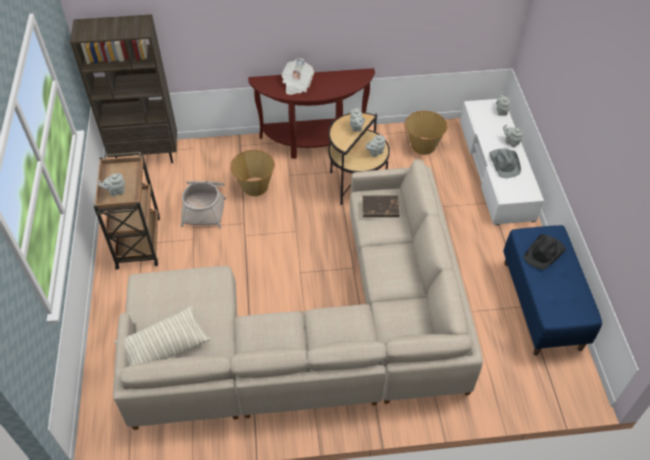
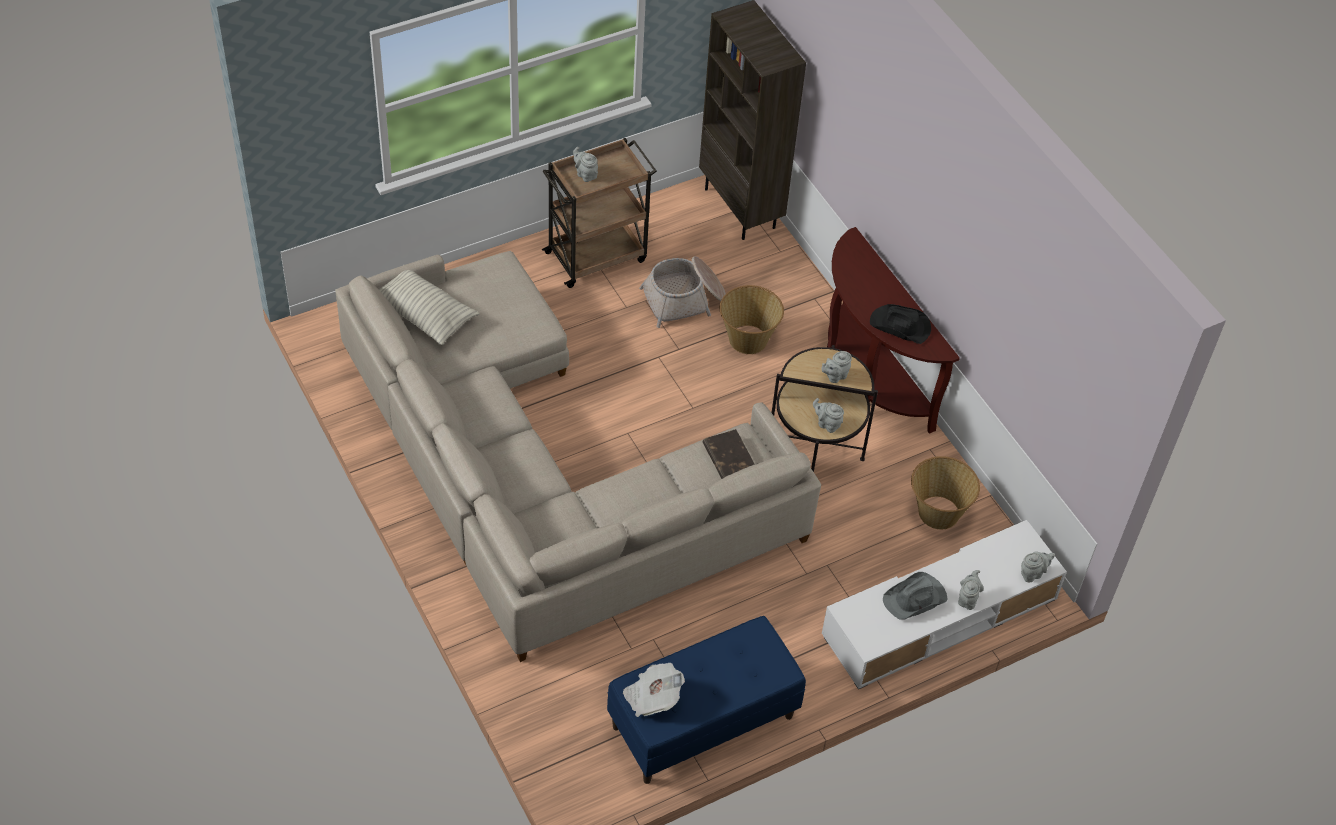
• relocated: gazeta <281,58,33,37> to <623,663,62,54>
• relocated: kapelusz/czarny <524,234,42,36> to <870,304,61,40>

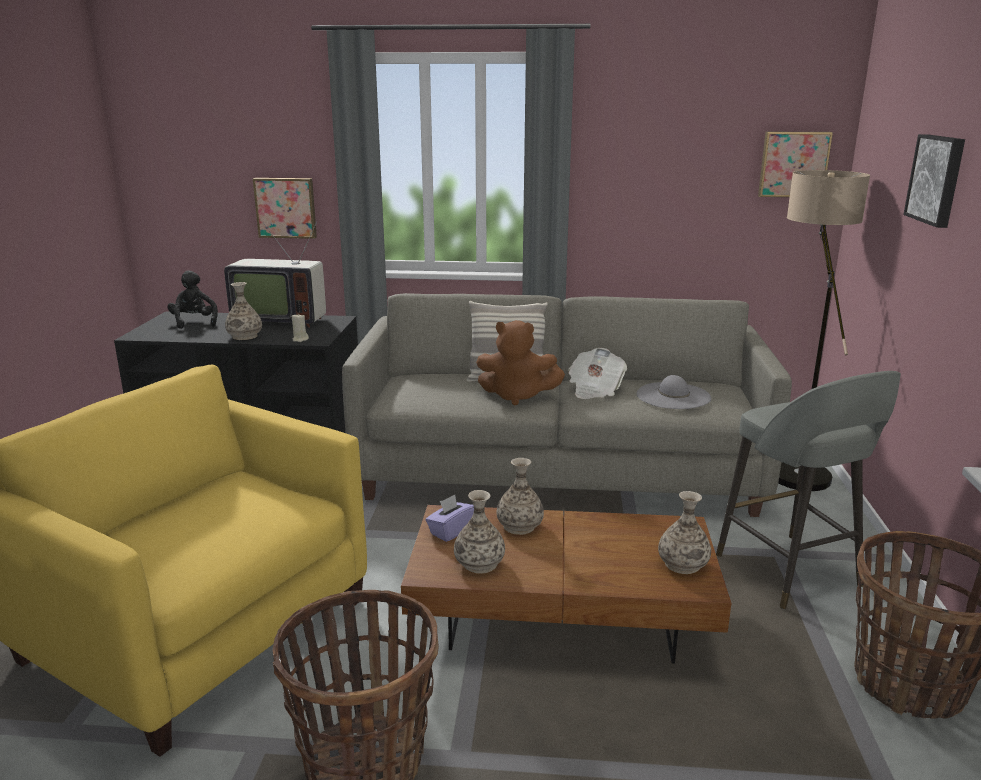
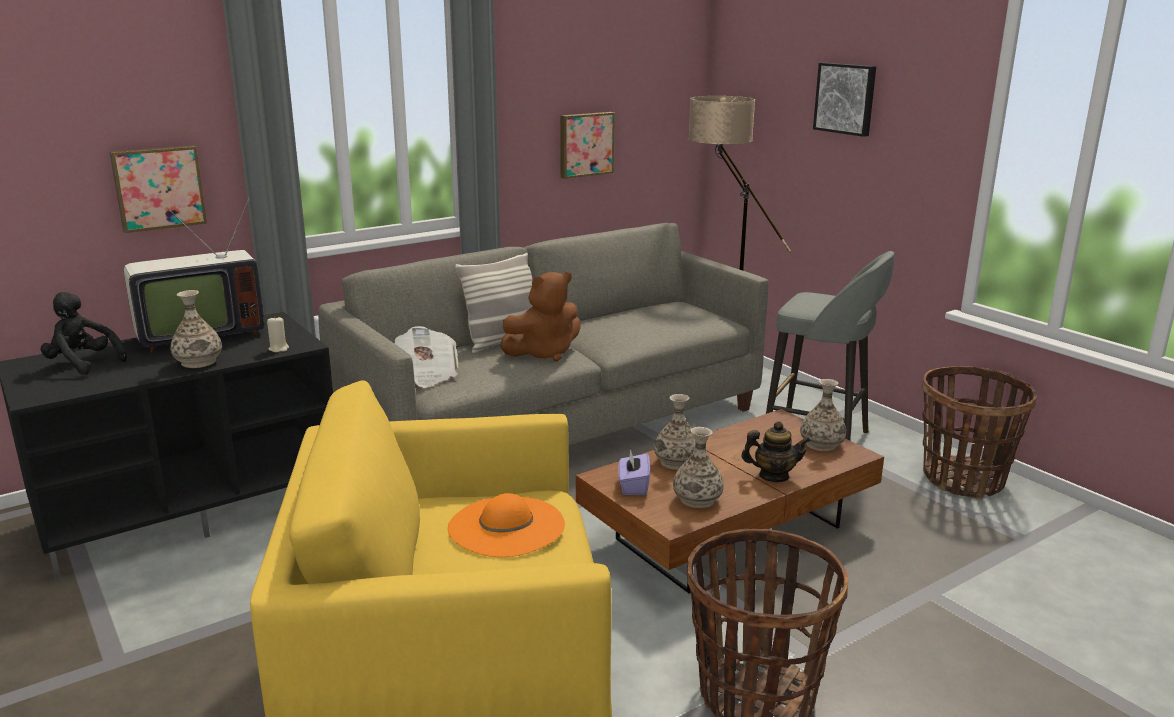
• missing: kapelusz/szary <637,375,74,34>
• appeared: kapelusz/pomarańczowy <448,493,117,64>
• appeared: imbryk <741,421,70,61>
• relocated: gazeta <568,348,59,51> to <395,326,63,62>
• relocated: obraz <758,132,75,65> to <560,112,55,67>

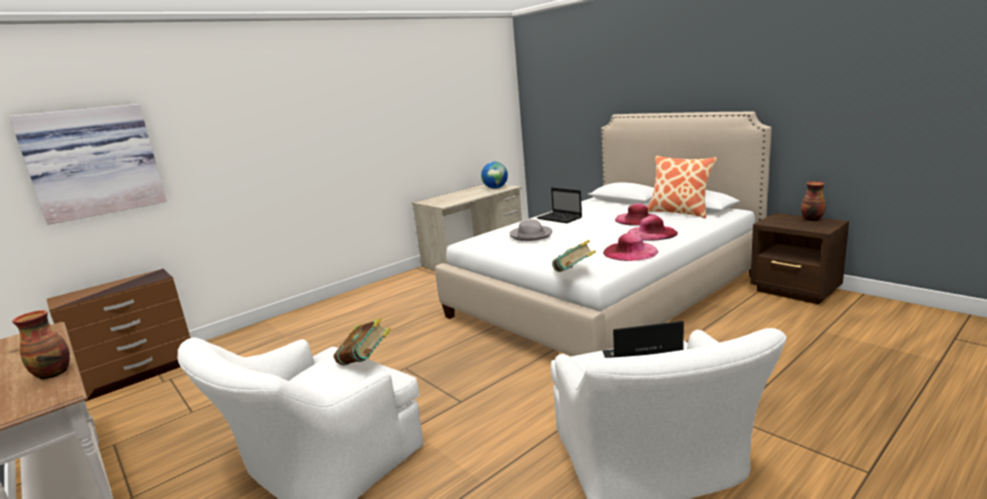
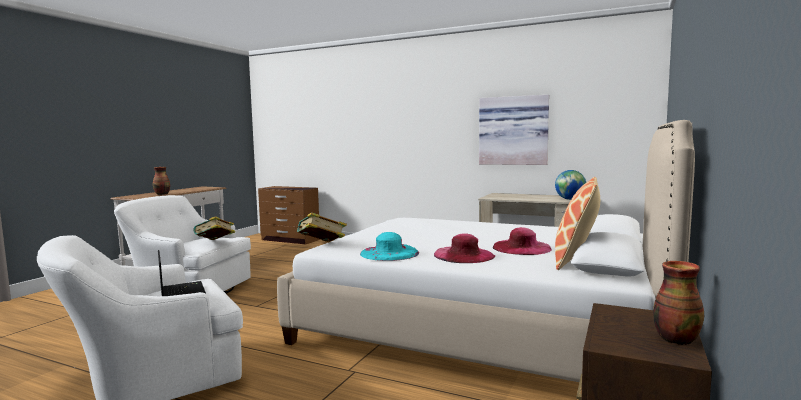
• missing: kapelusz/szary <509,219,43,22>
• missing: laptop <537,188,45,35>
• relocated: obraz <9,104,158,121> to <479,95,70,70>
• colour: kapelusz/różowy <603,233,55,28> to kapelusz/turkusowy <360,232,60,29>

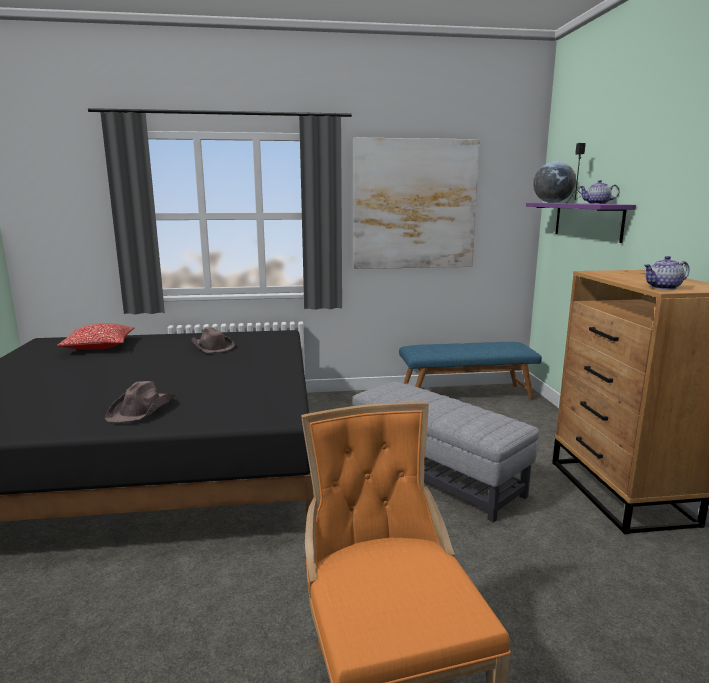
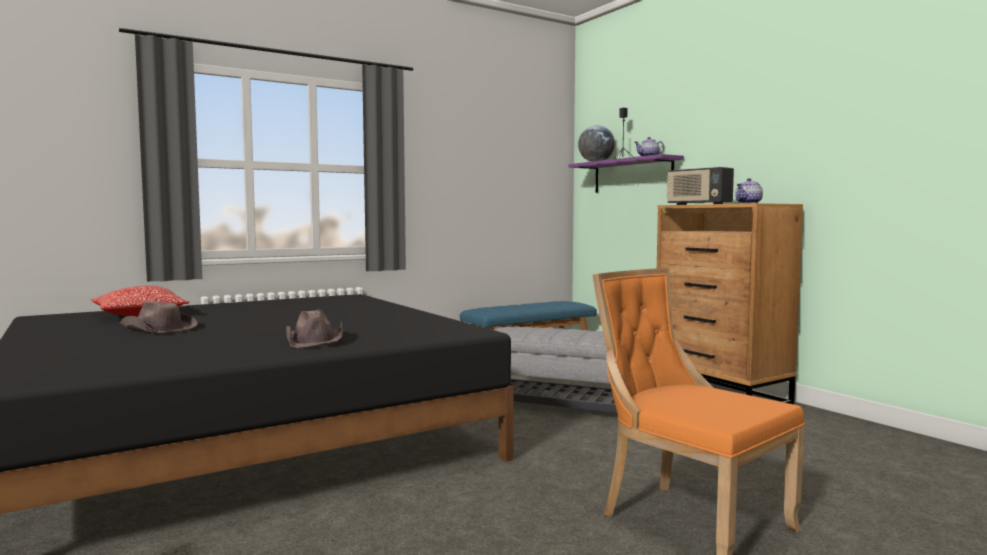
• missing: obraz <353,137,127,132>
• appeared: radio <666,167,68,38>
• relocated: kapelusz/brązowy <191,327,44,26> to <120,301,78,32>

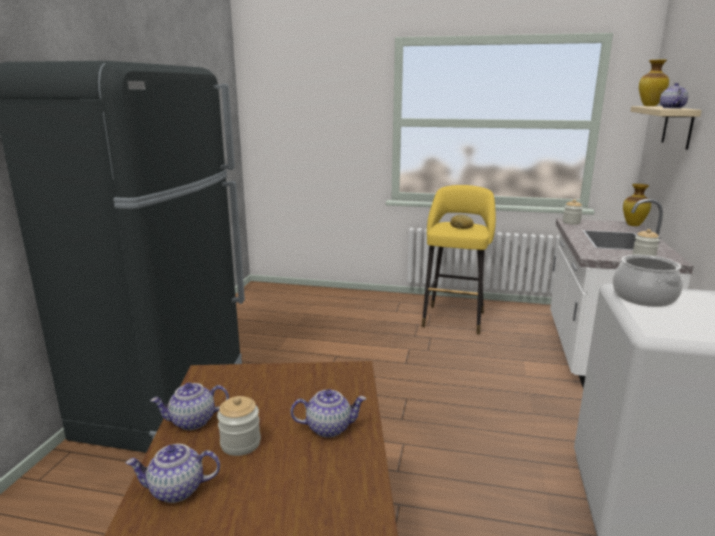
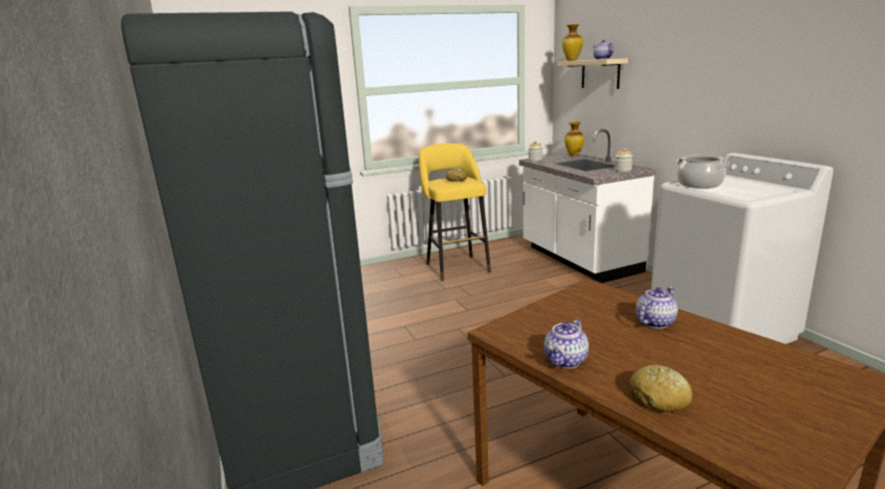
• missing: słoik <217,396,44,60>
• exchanged: imbryk <126,444,94,59> to chleb <629,365,63,47>

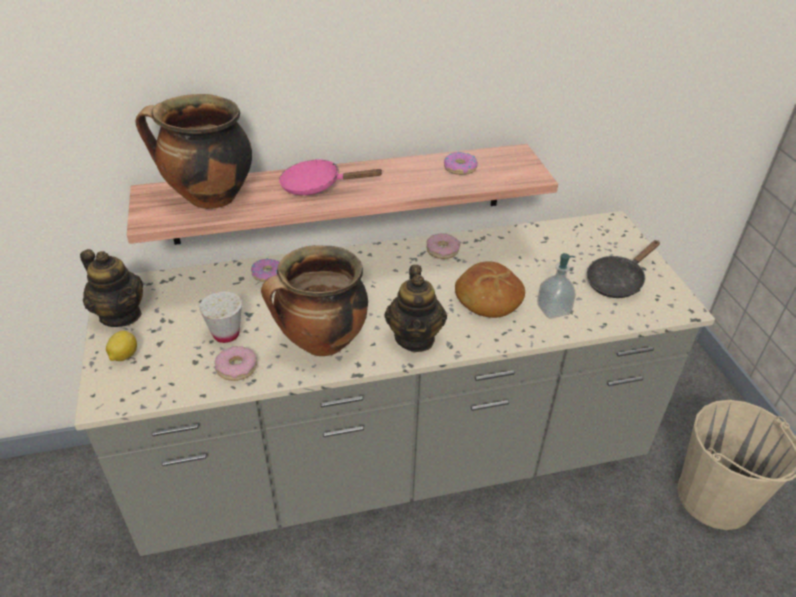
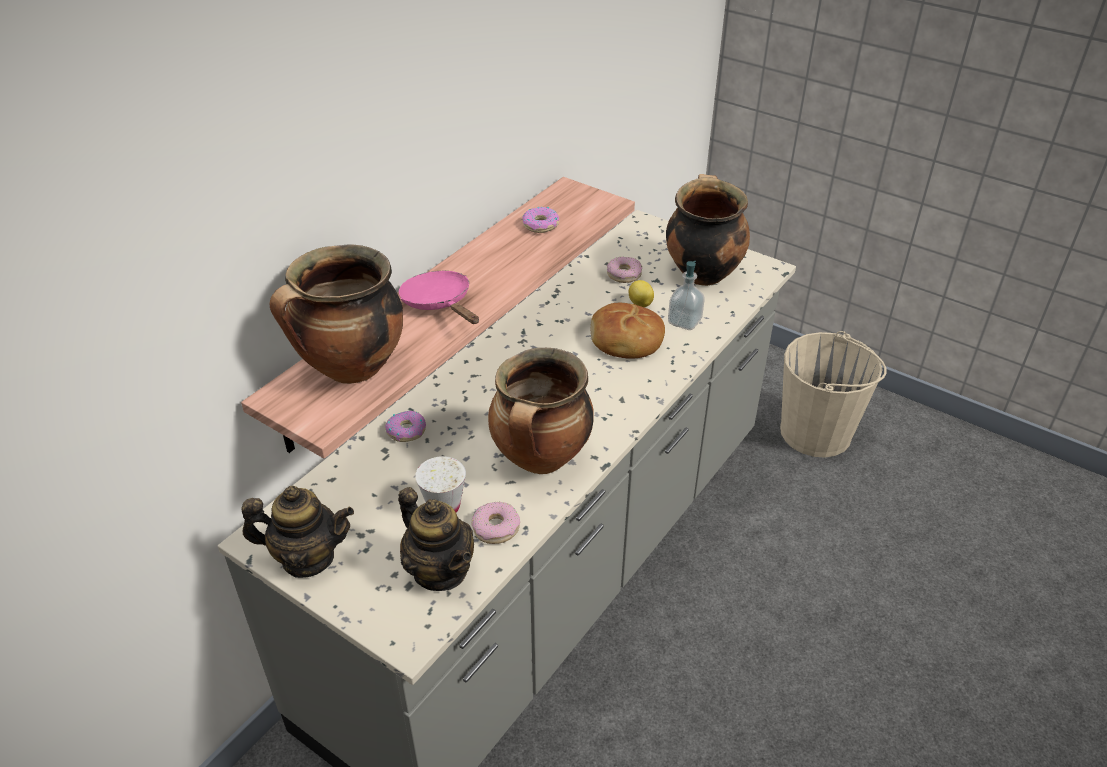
• relocated: cytryna <106,331,31,30> to <629,280,25,27>
• relocated: imbryk <384,265,63,87> to <398,487,76,104>
• relocated: donut <427,233,33,26> to <607,257,35,26>
• exchanged: patelnia/czarny <587,240,73,58> to garnek <666,174,84,112>
• spun: patelnia/różowy <279,159,105,36> = <399,271,80,53> 90 degrees clockwise

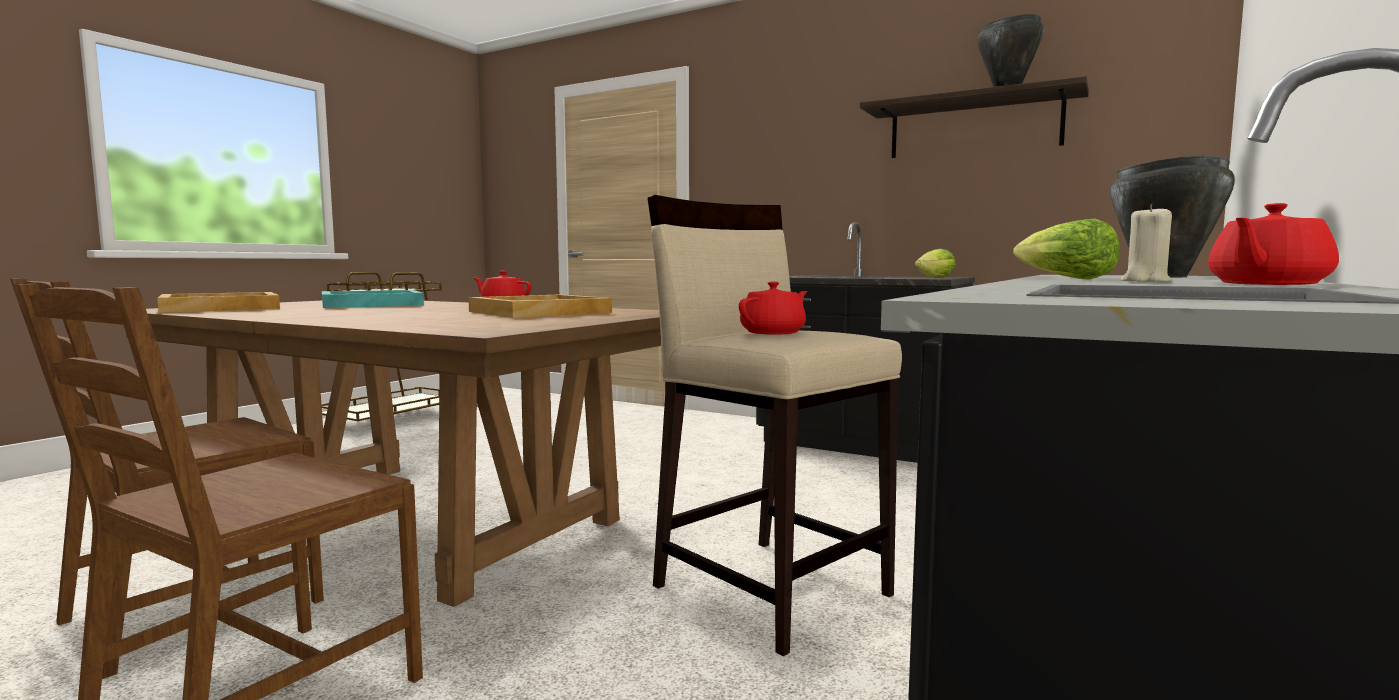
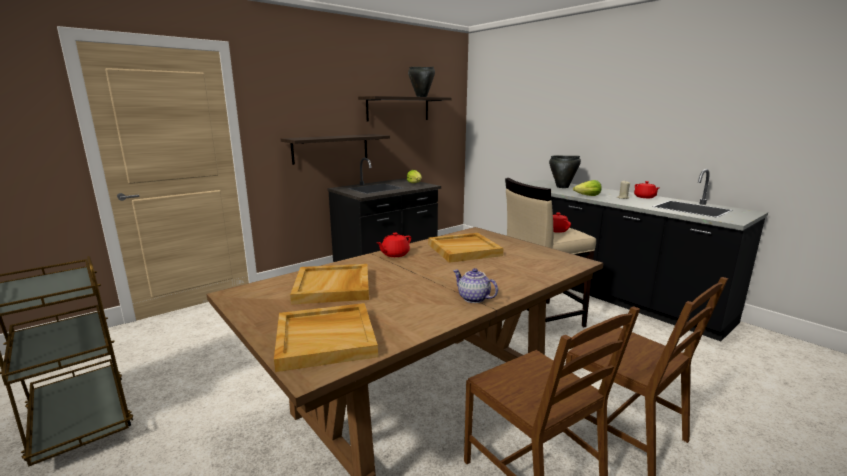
• appeared: półka <281,134,109,31>
• appeared: imbryk <453,268,45,35>
• colour: taca/turkusowy <322,290,102,18> to taca/beżowy <290,264,79,41>

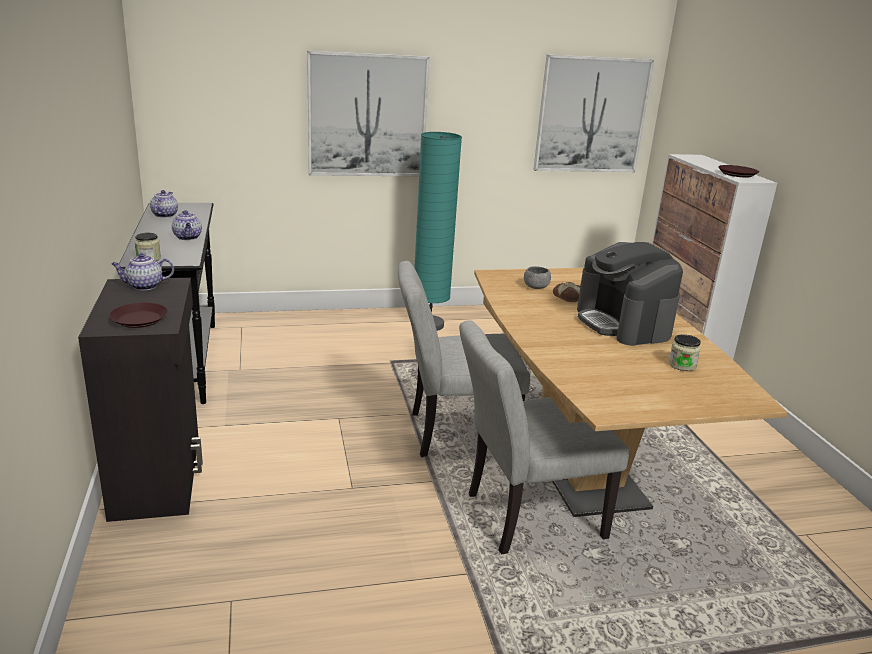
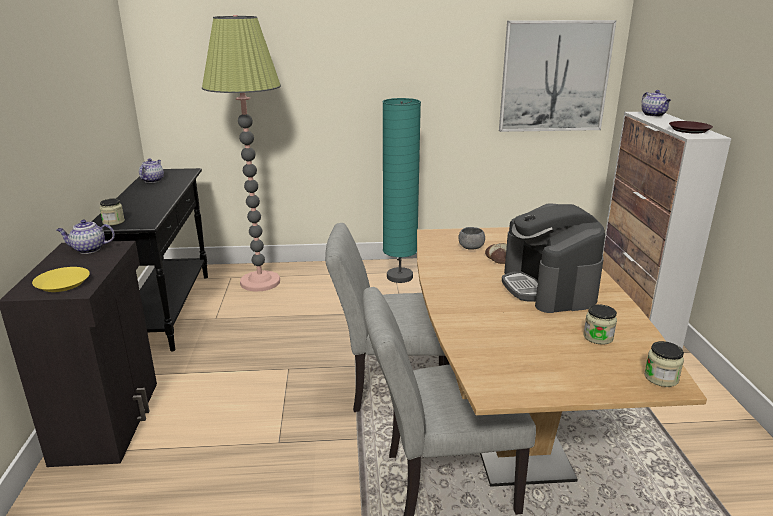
• missing: obraz <307,51,123,126>
• appeared: lampa stojąca <202,15,79,277>
• appeared: słoik <644,341,40,46>
• relocated: imbryk <172,210,30,30> to <642,90,29,27>
• colour: talerz/brązowy <109,303,59,25> to talerz/żółty <32,267,58,25>

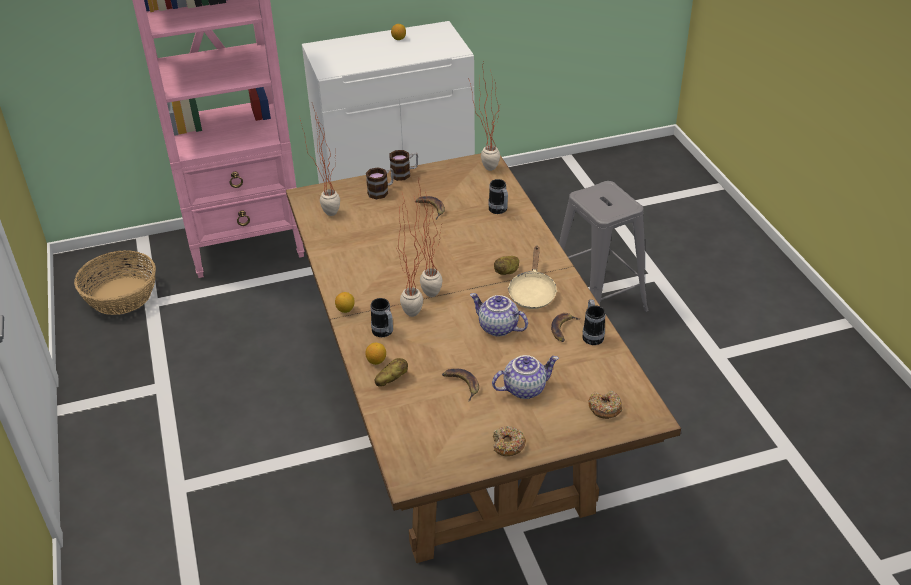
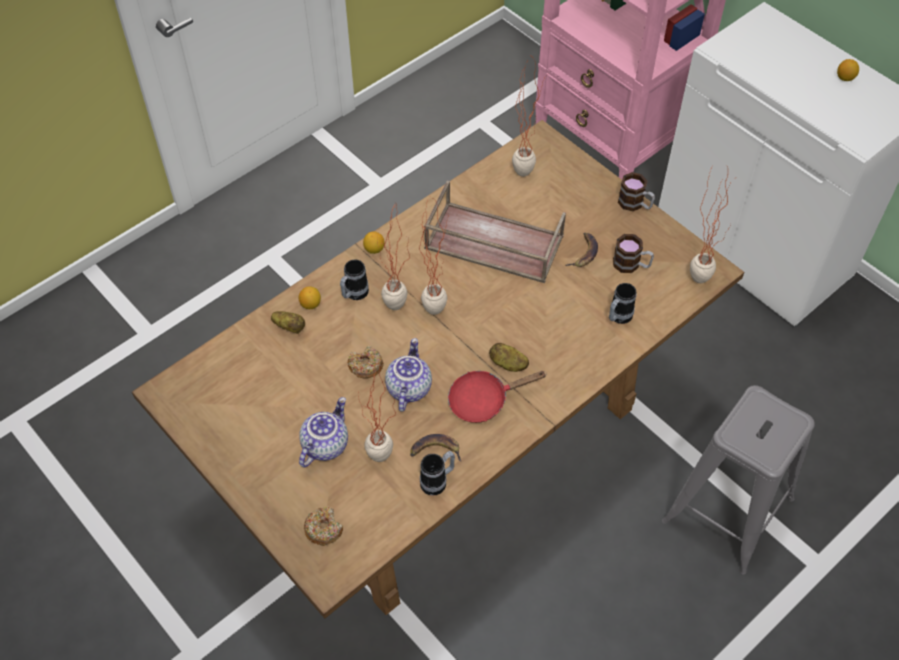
• missing: koszyk <74,251,82,64>
• missing: banan <442,368,37,34>
• appeared: roślina doniczkowa <358,361,38,101>
• appeared: taca/brązowy <424,181,142,102>
• relocated: kubek <366,167,28,32> to <613,234,41,39>
• relocated: donut <493,426,33,30> to <348,346,36,33>
• colour: patelnia/beżowy <508,246,49,63> to patelnia/czerwony <448,371,99,52>
• spun: imbryk <492,355,67,44> = <299,397,49,70> 105 degrees counterclockwise

